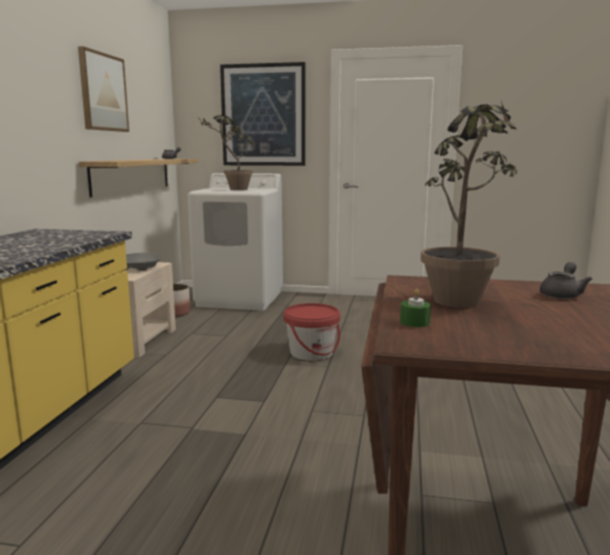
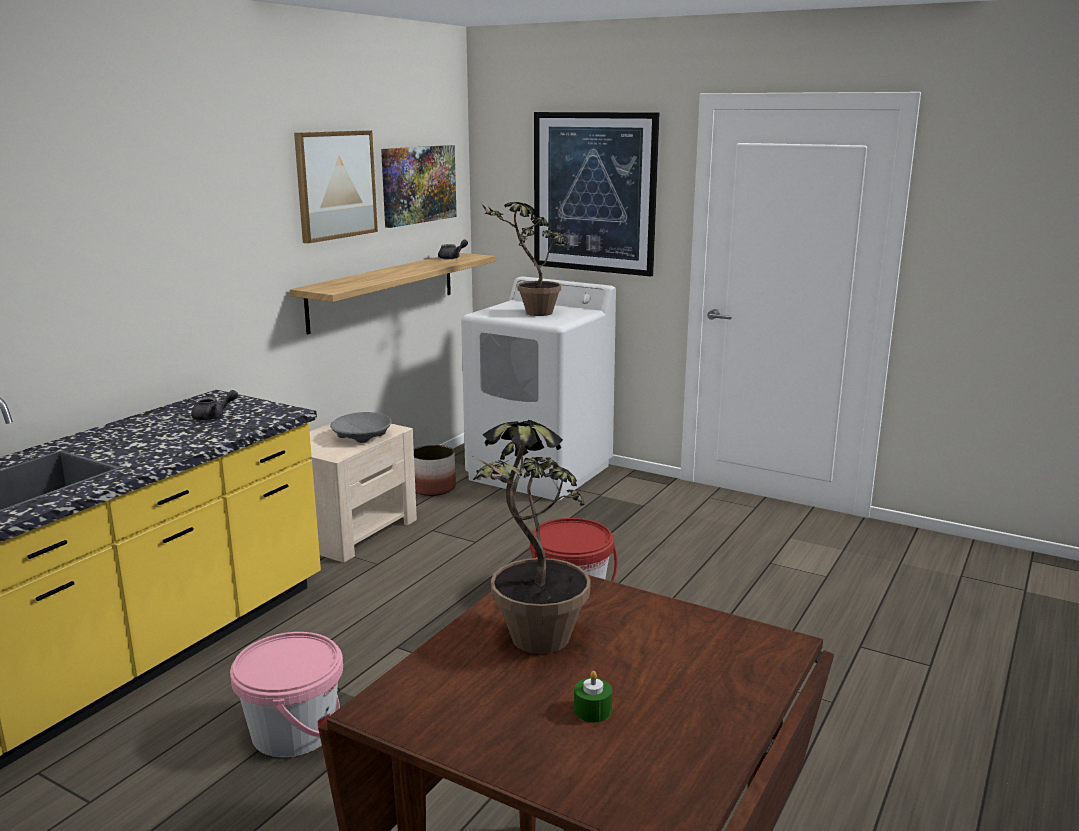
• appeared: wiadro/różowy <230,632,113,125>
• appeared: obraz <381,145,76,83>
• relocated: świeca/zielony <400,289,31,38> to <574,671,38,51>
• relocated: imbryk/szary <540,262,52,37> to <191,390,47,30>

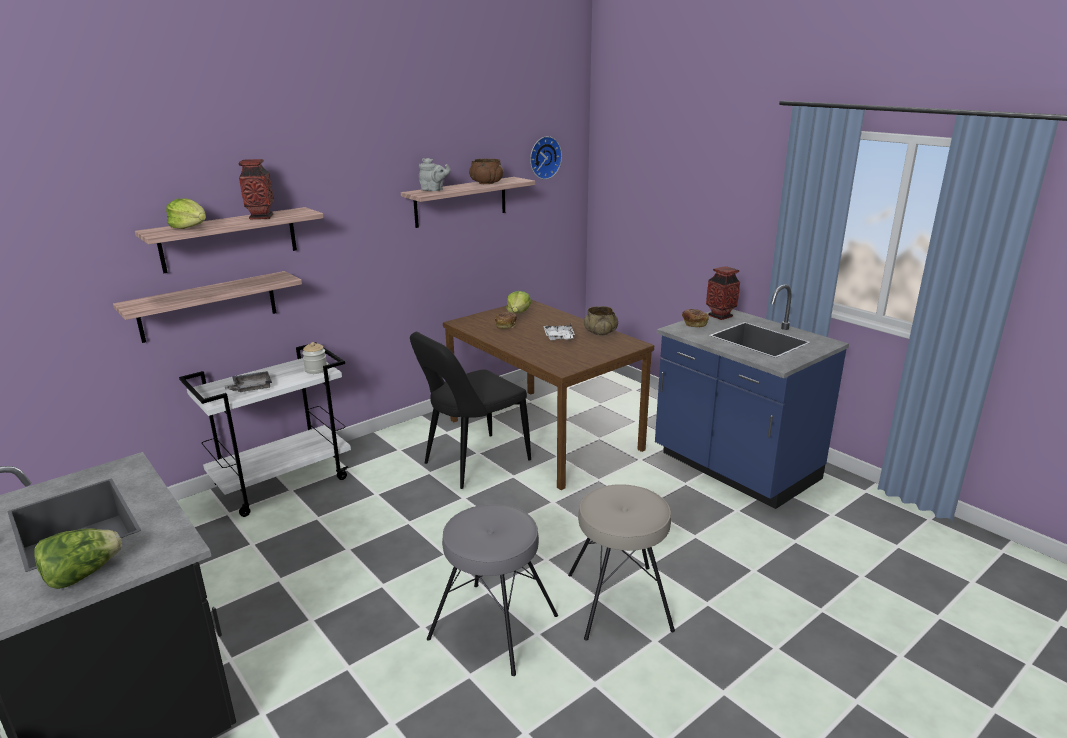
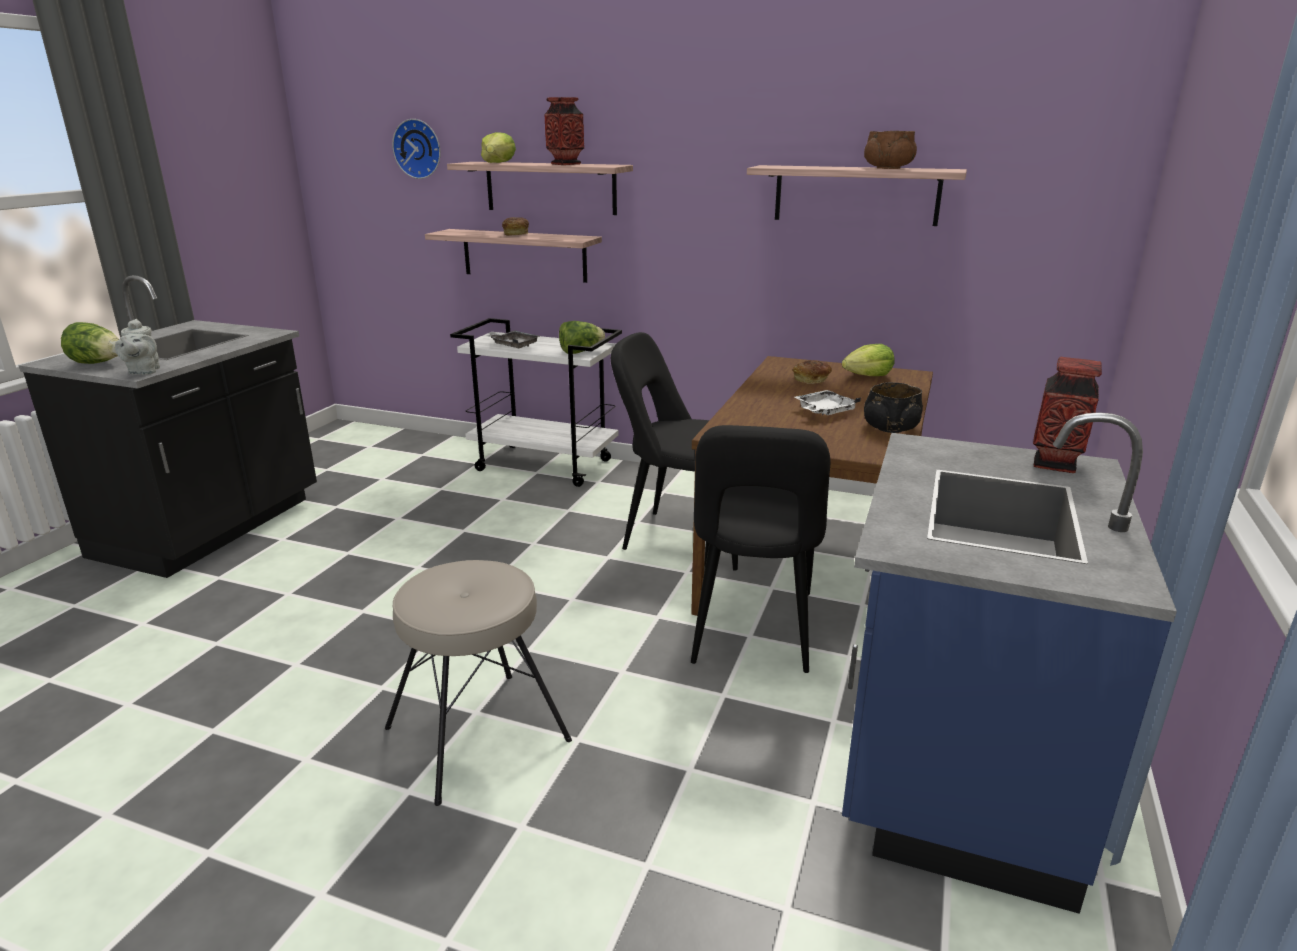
• missing: stołek/szary <427,504,131,172>
• appeared: krzesło/czarny <691,425,139,248>
• relocated: imbryk/szary <419,158,32,33> to <115,319,45,56>
• relocated: zegar ścienny <530,136,32,44> to <392,119,49,60>
• relocated: chleb <682,309,27,18> to <502,217,27,19>
• exchanged: słoik <302,342,25,32> to sałata <559,321,46,33>
• colour: miska/beżowy <584,306,34,30> to miska/czarny <864,382,59,51>

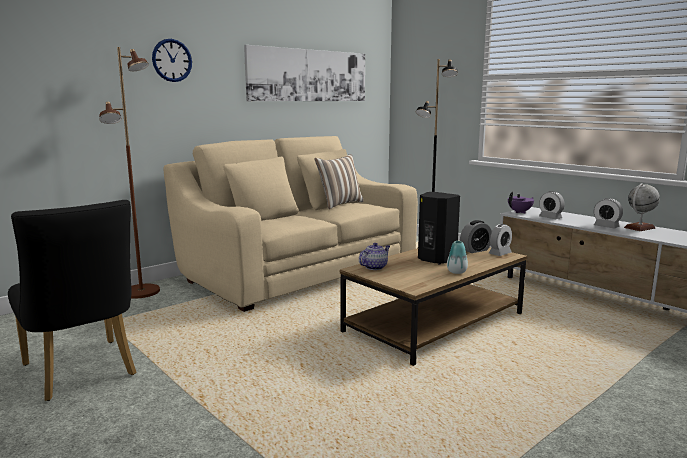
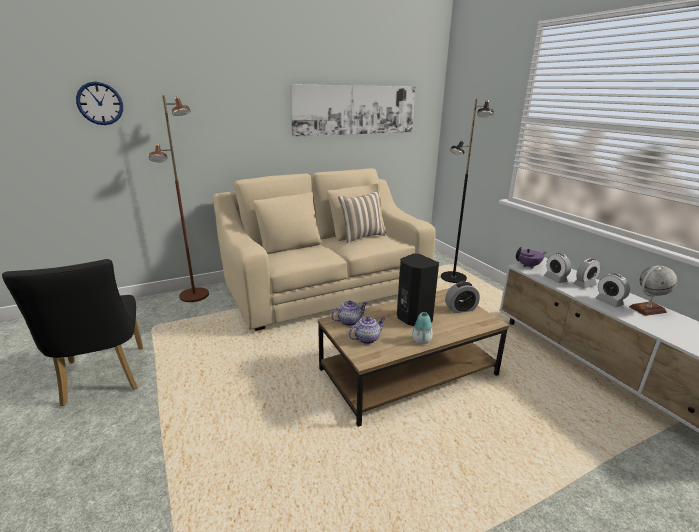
• appeared: imbryk <349,317,37,27>
• relocated: zegar ścienny <152,39,40,43> to <76,82,47,43>
• relocated: budzik <489,224,23,32> to <573,259,27,29>

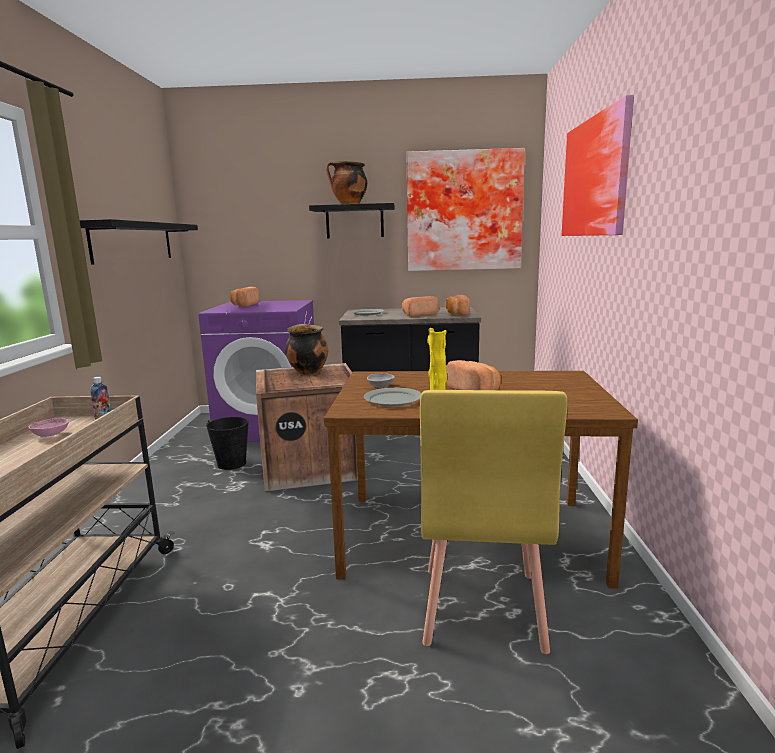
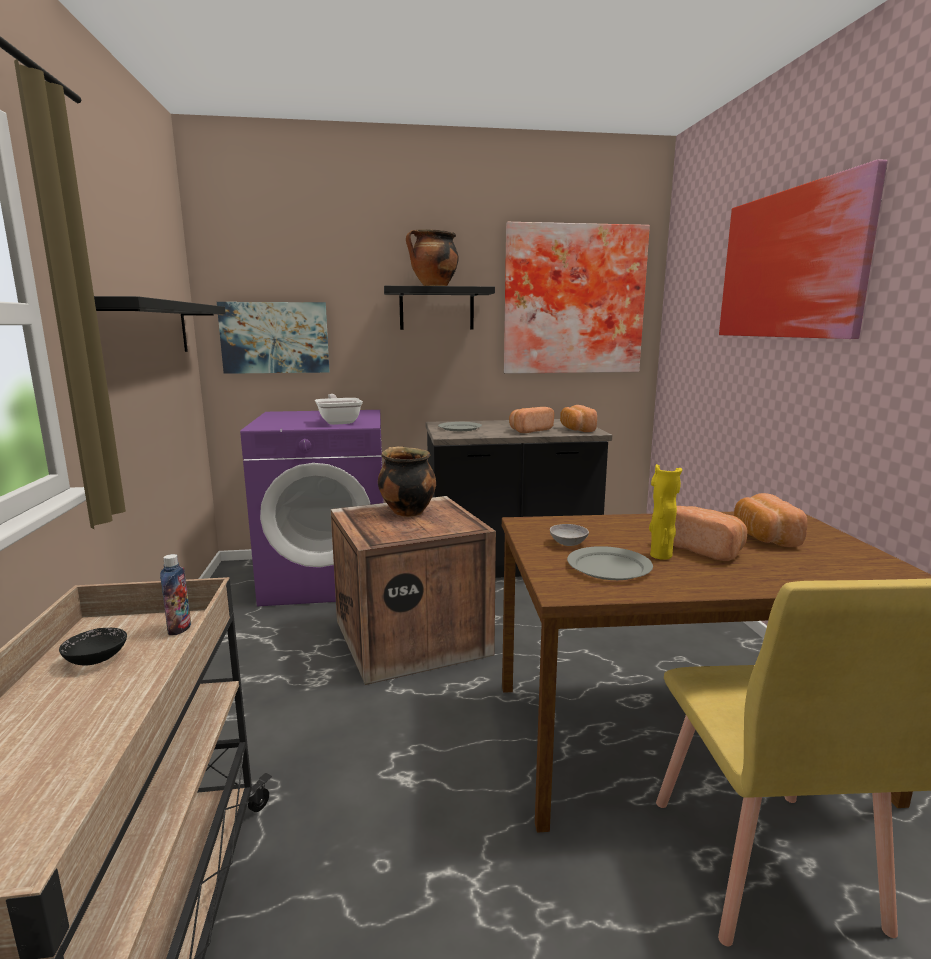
• missing: wiadro/czarny <206,417,43,53>
• appeared: obraz <217,302,113,72>
• appeared: patelnia <315,394,48,31>
• relocated: chleb <230,287,29,20> to <734,493,74,54>
• colour: miska/różowy <29,418,40,19> to miska/czarny <59,628,68,37>

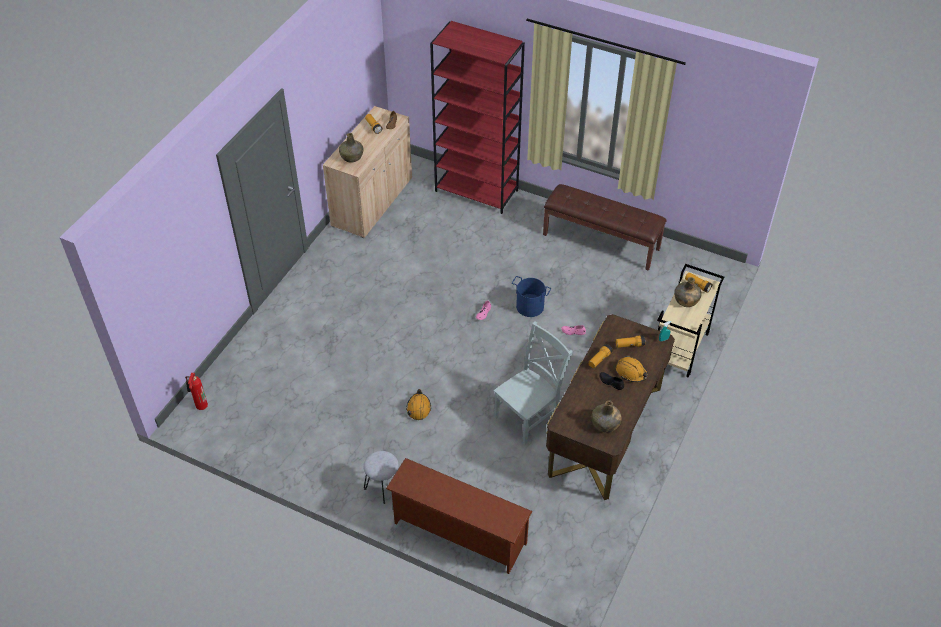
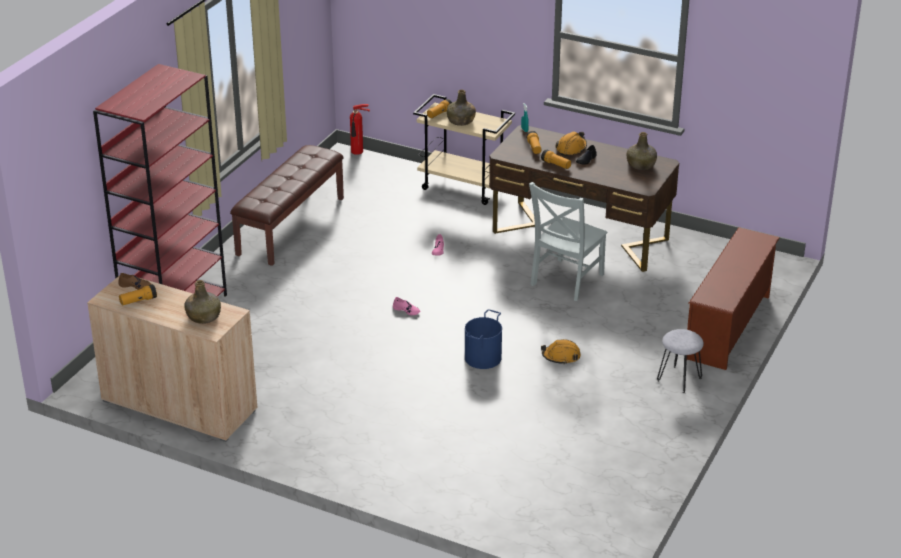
• relocated: gaśnica <185,373,23,37> to <350,104,20,51>
• relocated: wiadro/niebieski <512,276,39,41> to <465,309,37,60>
• spun: krzesło/szary <494,321,79,124> = <529,182,79,119> 105 degrees counterclockwise

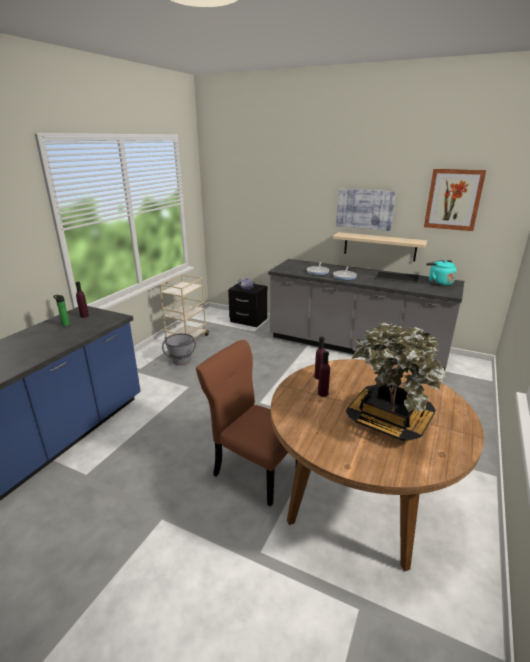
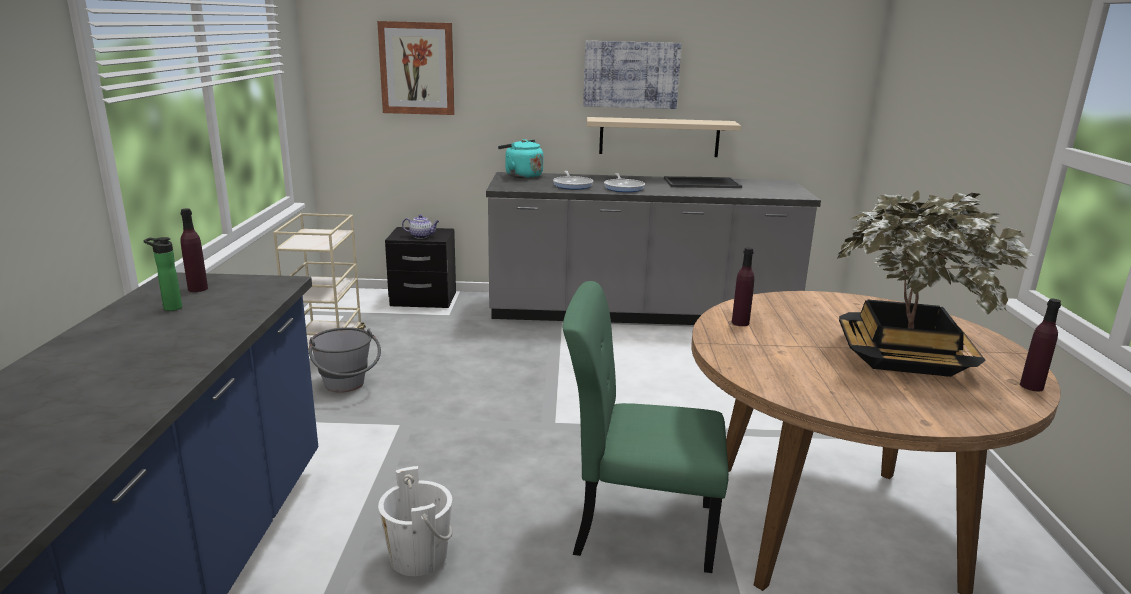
• appeared: wiadro/biały <378,466,75,110>
• relocated: butelka/fioletowy <318,351,12,46> to <1020,299,41,92>
• relocated: obraz <424,169,62,62> to <377,21,78,94>
• relocated: czajnik/turkusowy <426,260,30,26> to <498,139,45,39>
• colour: krzesło/brązowy <196,340,101,167> to krzesło/zielony <563,281,166,292>

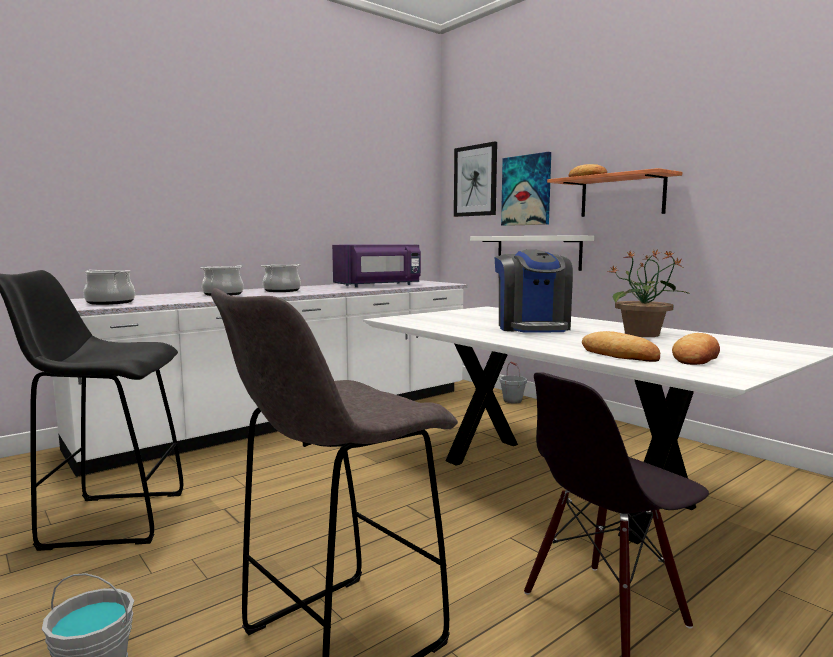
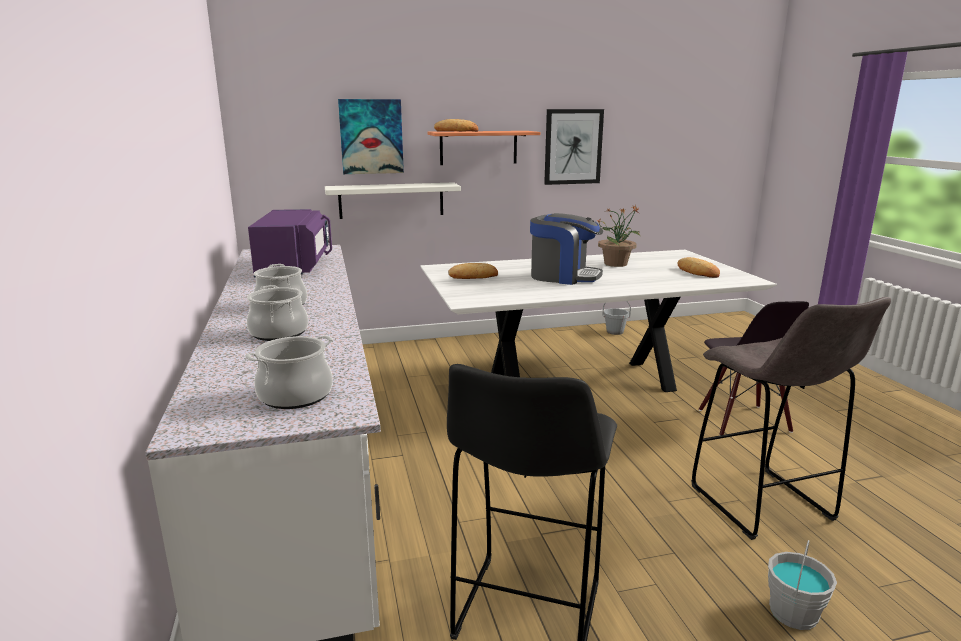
• relocated: obraz <454,141,43,76> to <544,109,60,76>
• relocated: wiadro/szary <499,361,28,43> to <602,301,29,34>
• relocated: chleb <582,331,78,31> to <448,263,50,16>

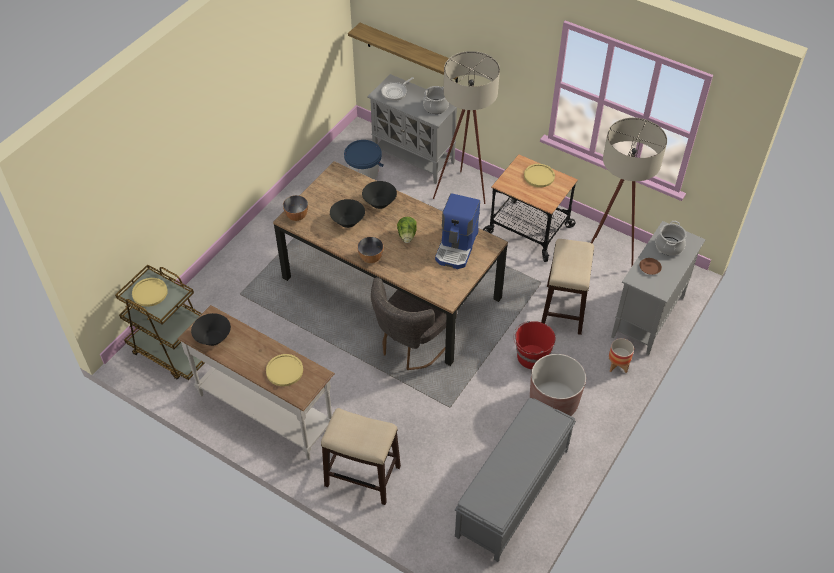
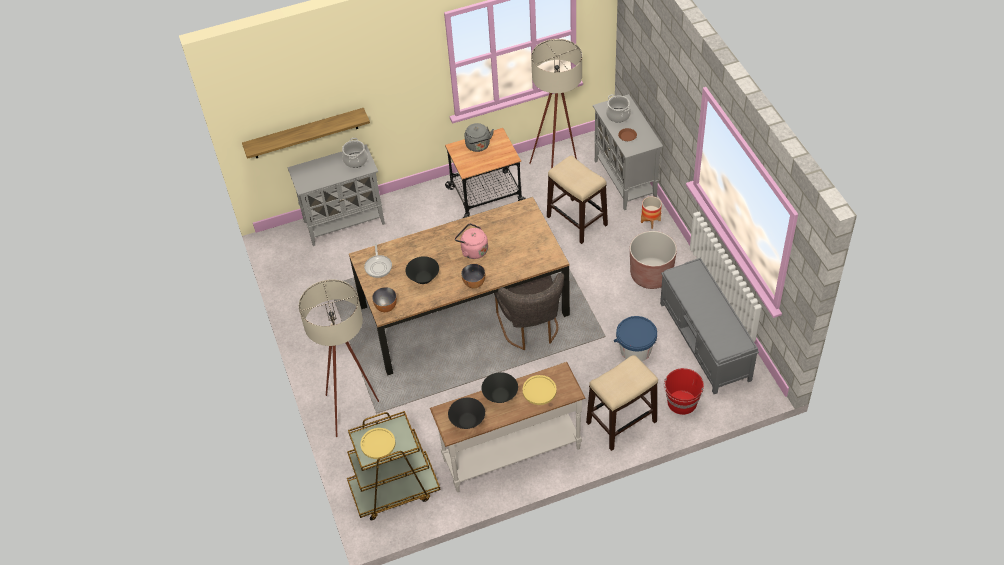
• missing: ekspres do kawy <435,193,45,76>
• relocated: wiadro/niebieski <344,140,40,39> to <614,316,43,45>
• relocated: miska/czarny <362,181,35,28> to <481,372,37,31>
• relocated: patelnia <381,77,33,24> to <364,244,28,34>
• relocated: lampa stojąca/beżowy <433,51,67,153> to <299,279,80,158>
• relocated: wiadro/czerwony <513,321,43,48> to <664,368,40,47>
• exchanged: sałata <397,217,20,26> to czajnik/różowy <455,223,33,36>
• exchanged: talerz/żółty <524,164,31,23> to czajnik/szary <464,123,30,29>

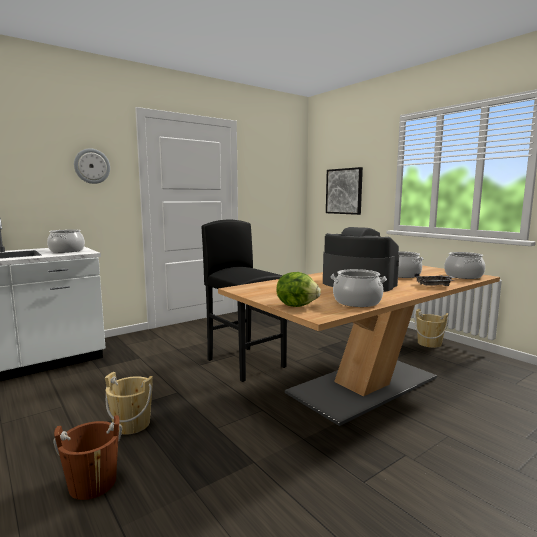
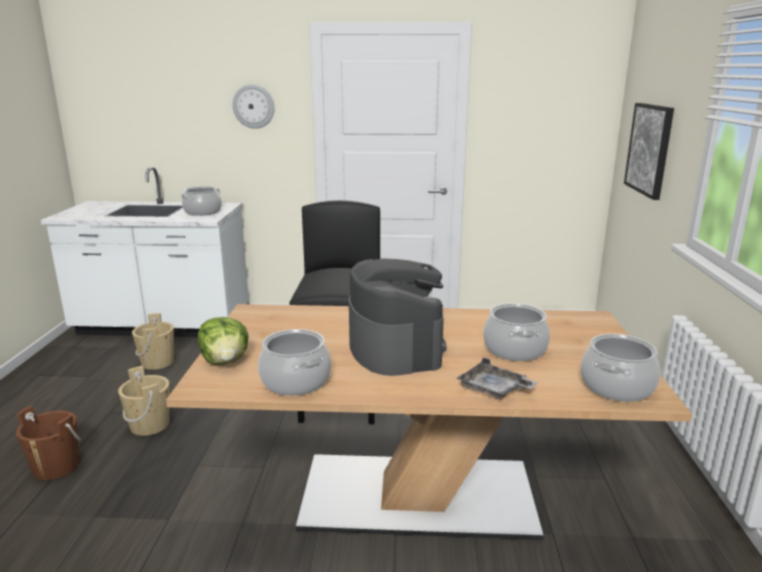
• relocated: wiadro/beżowy <415,309,33,39> to <132,313,42,57>

